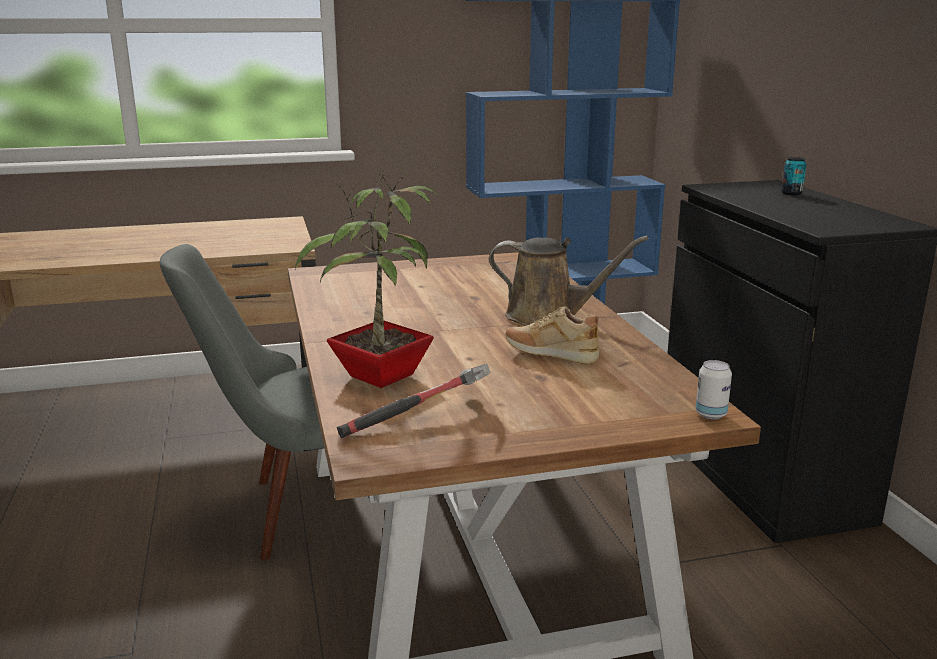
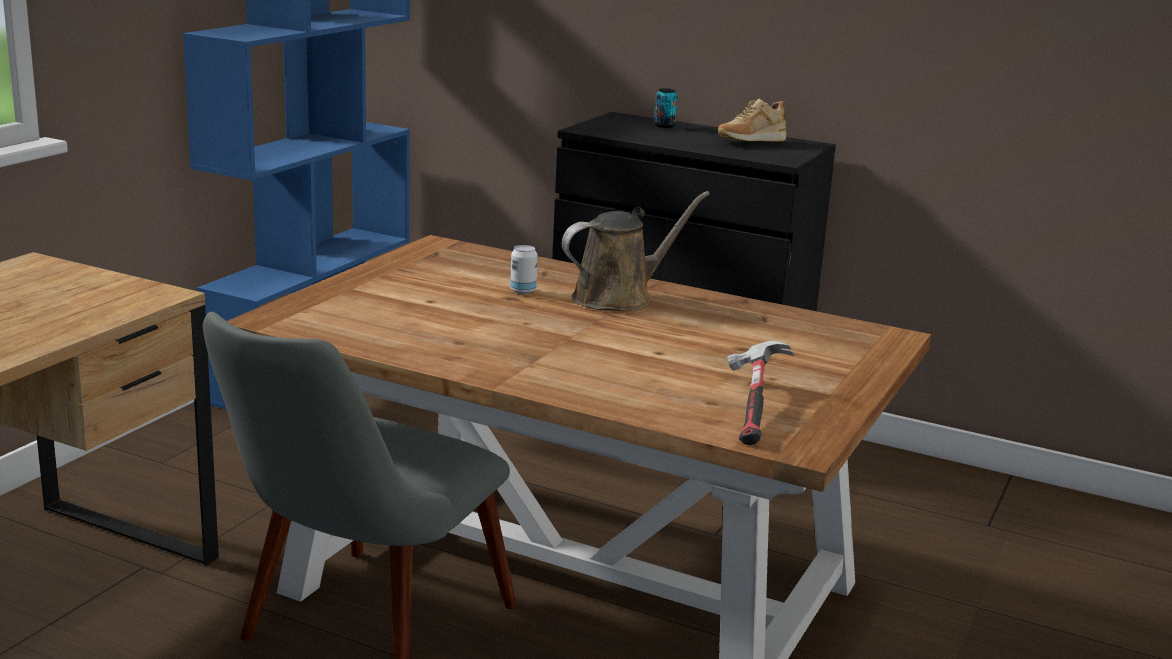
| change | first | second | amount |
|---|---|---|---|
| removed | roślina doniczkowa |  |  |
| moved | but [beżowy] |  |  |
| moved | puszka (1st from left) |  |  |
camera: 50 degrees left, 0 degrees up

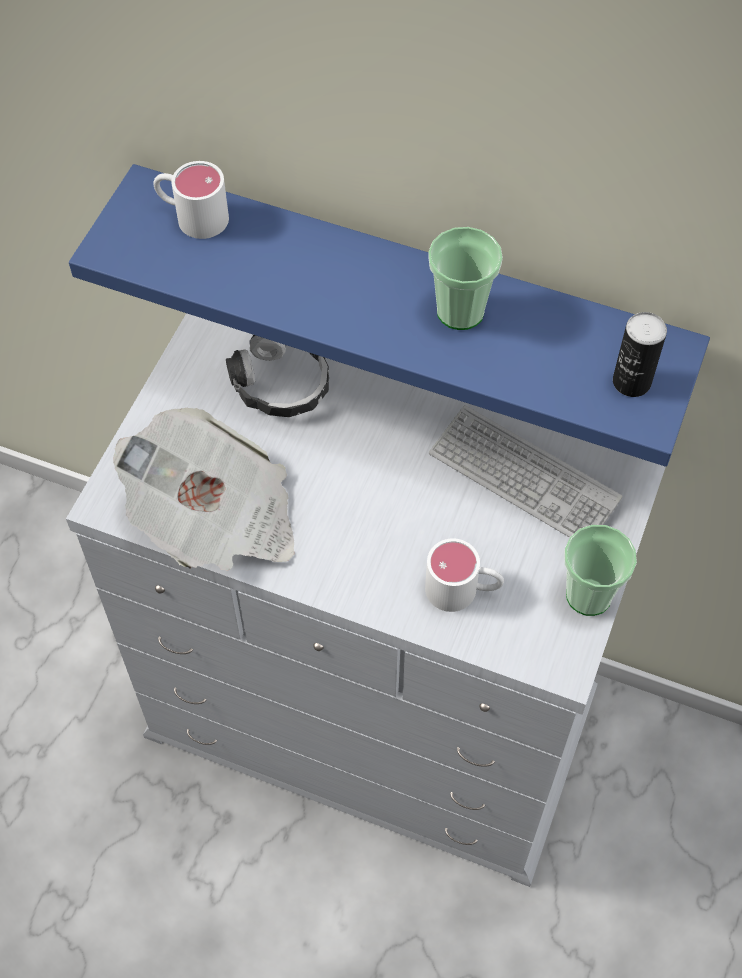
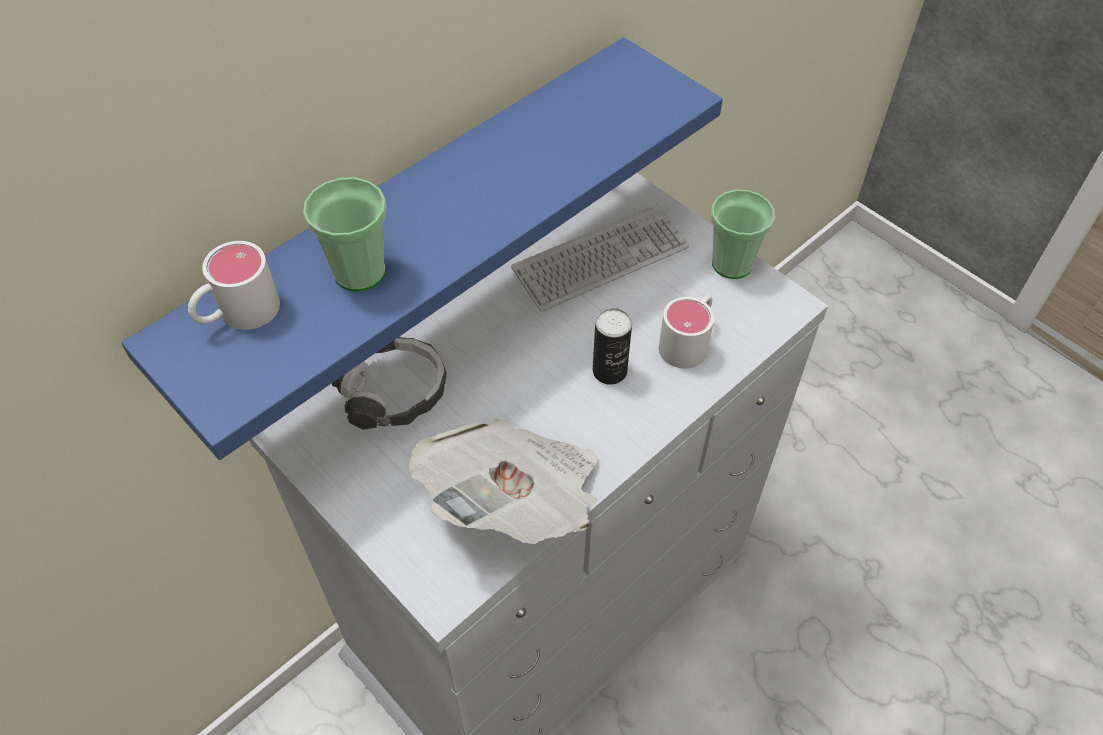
| change | first | second | amount |
|---|---|---|---|
| moved | filiżanka (1st from left) |  |  |
| moved | puszka |  |  |
camera: 65 degrees left, 5 degrees down

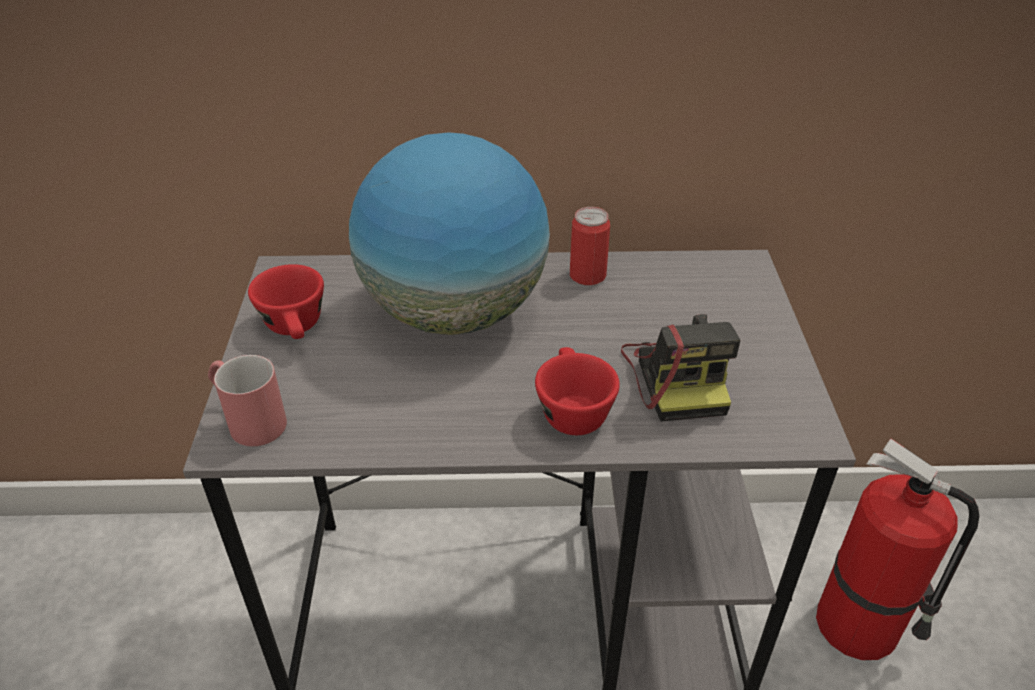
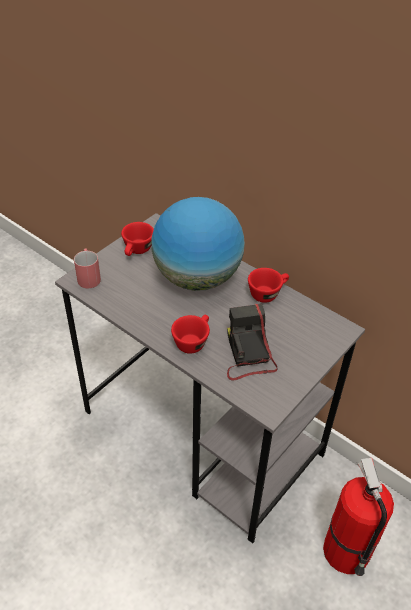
| change | first | second | amount |
|---|---|---|---|
| replaced | puszka | filiżanka [czerwony] (3rd from left) |  |
| turned | aparat fotograficzny |  | 135 degrees clockwise |
camera: 40 degrees right, 5 degrees up

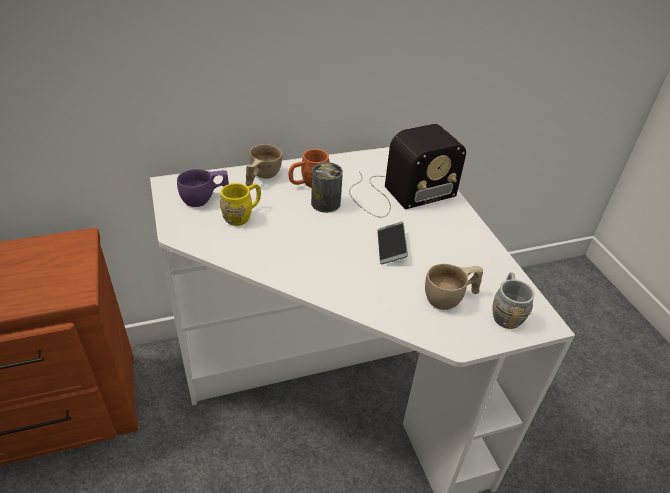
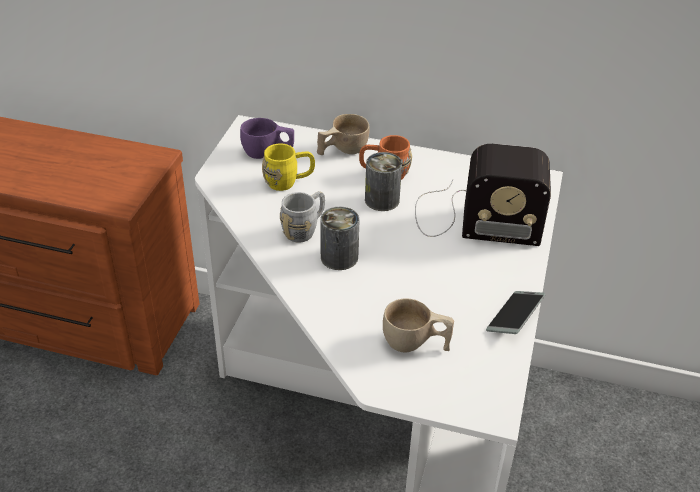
| change | first | second | amount |
|---|---|---|---|
| moved | telefon |  |  |
| moved | kubek [szary] |  |  |
| added |  | puszka (1st from left) |  |
camera: 35 degrees right, 0 degrees up

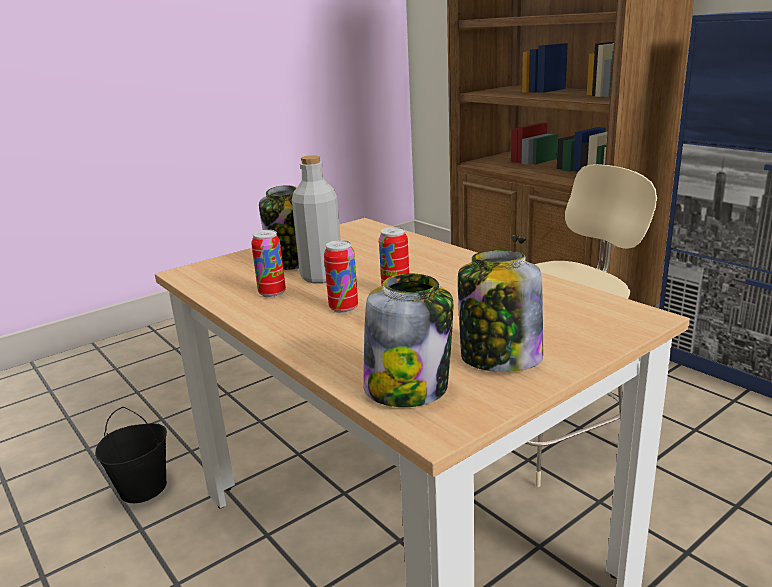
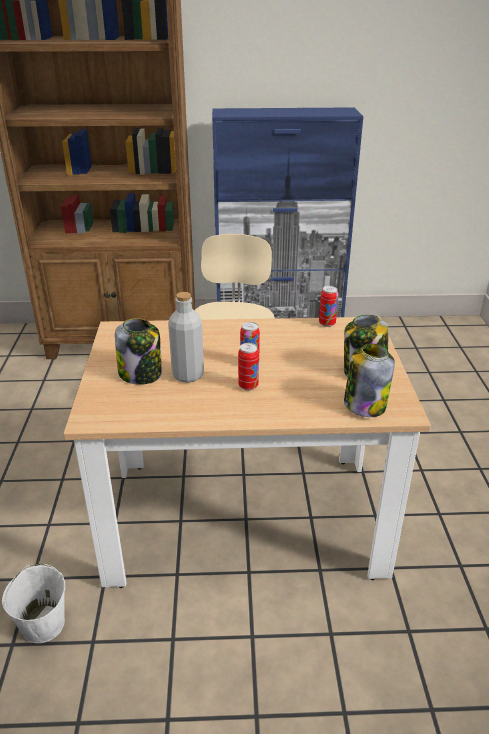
| change | first | second | amount |
|---|---|---|---|
| moved | puszka (1st from left in the first image) | puszka (3rd from left) |  |
| recoloured | wiadro [czarny] | wiadro [biały] |  |
camera: 55 degrees left, 10 degrees up

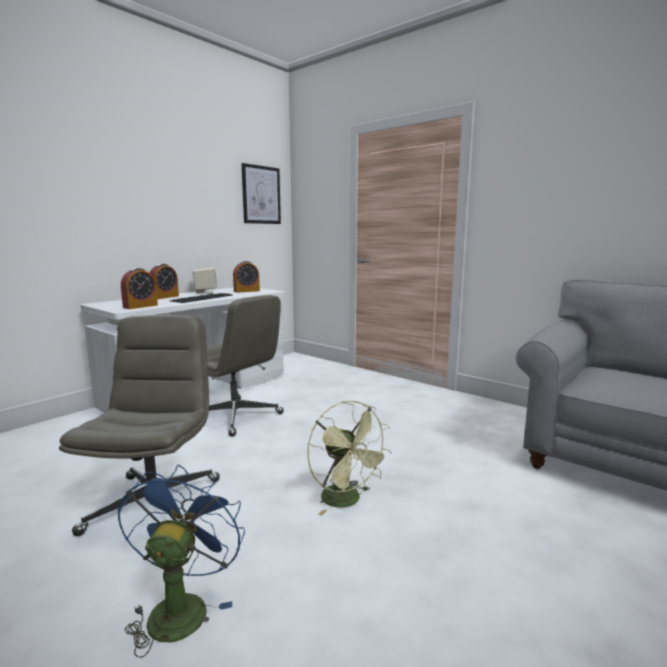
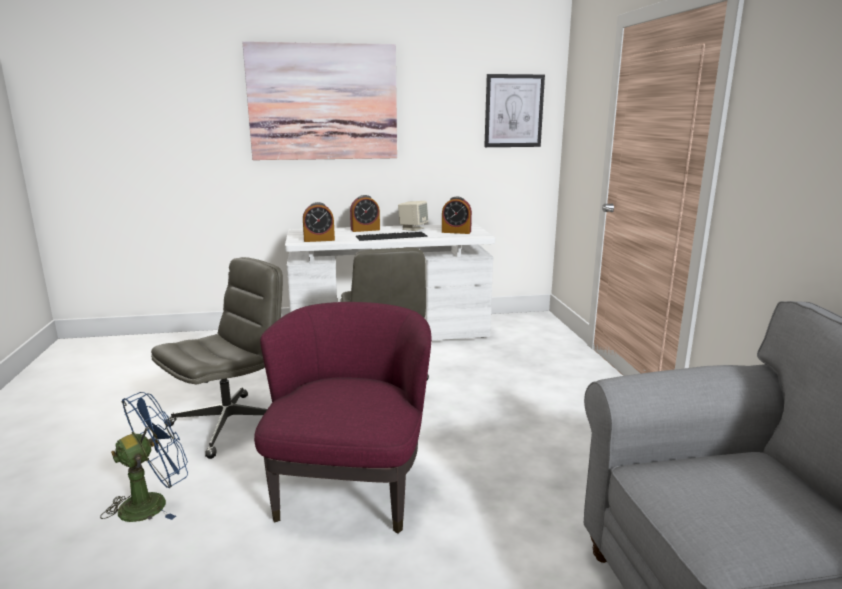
| change | first | second | amount |
|---|---|---|---|
| replaced | wentylator [zielony] | fotel [fioletowy] |  |
| added |  | obraz (1st from left) |  |
camera: 40 degrees right, 5 degrees up

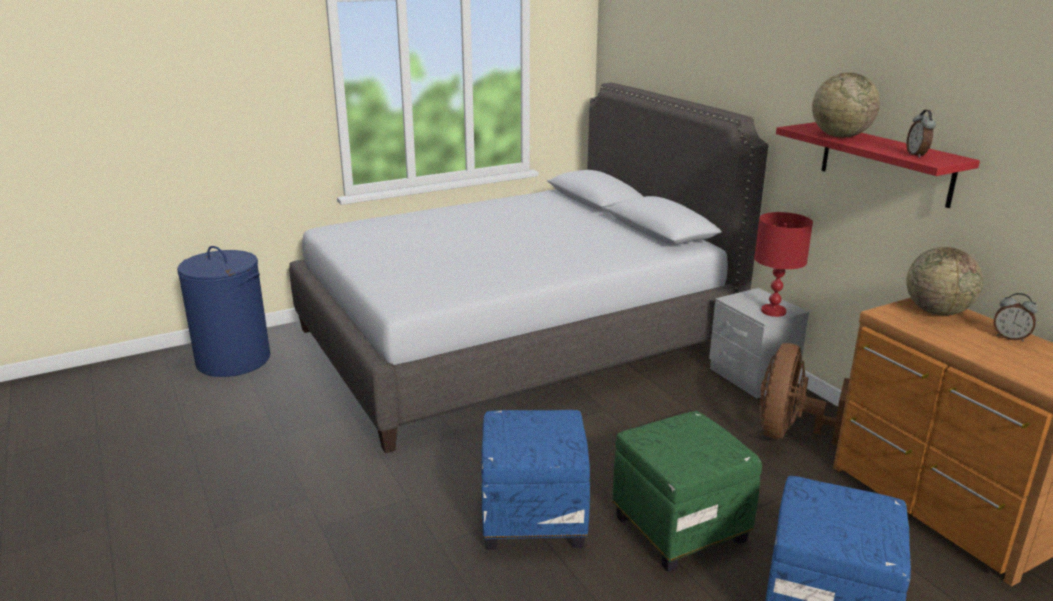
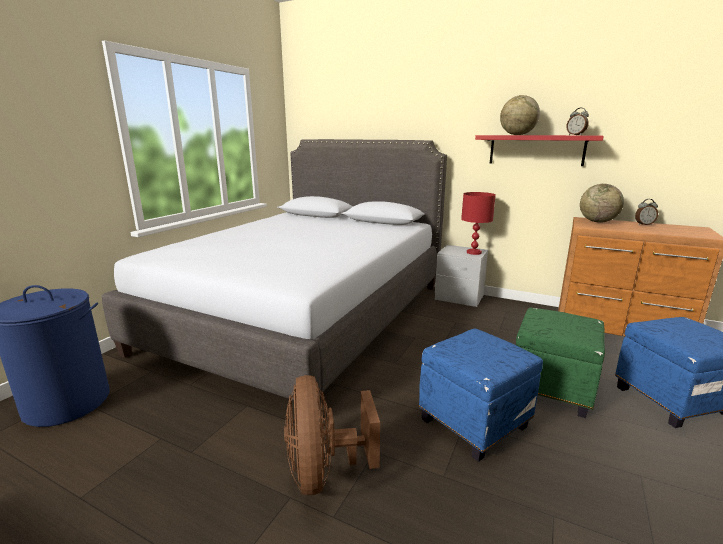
| change | first | second | amount |
|---|---|---|---|
| moved | wentylator [brązowy] |  |  |
camera: 35 degrees left, 5 degrees down

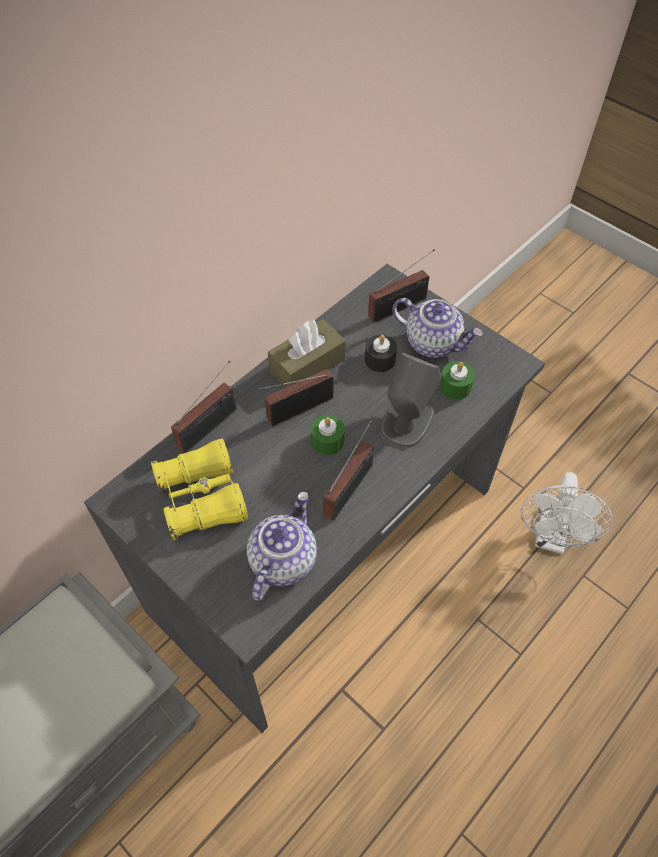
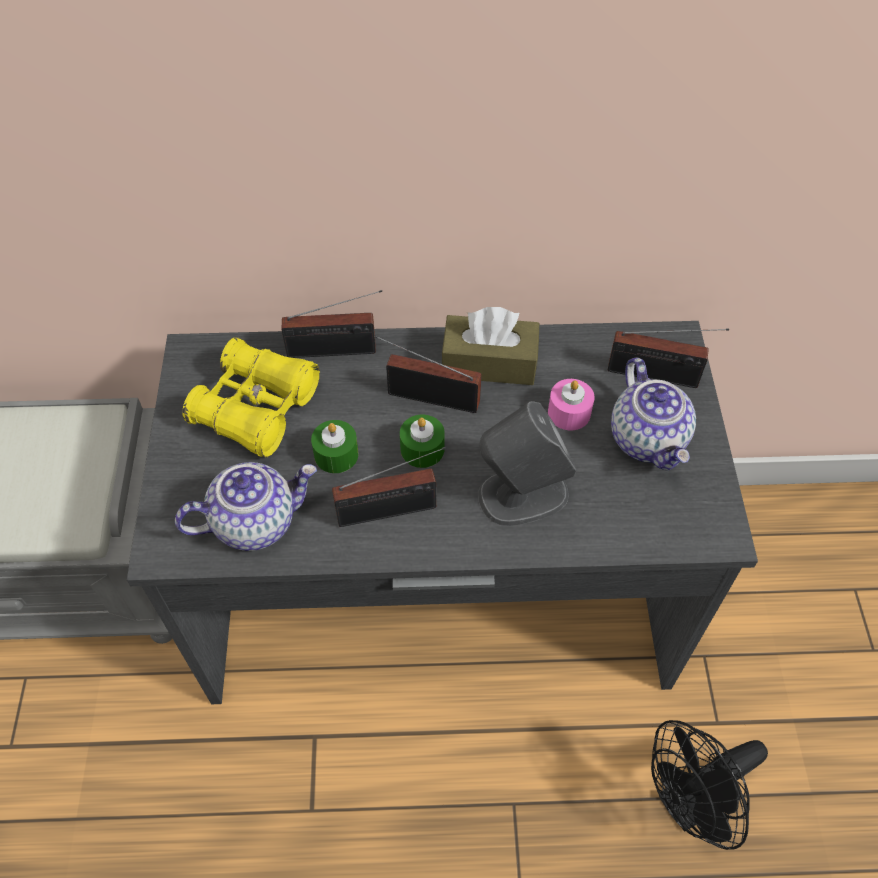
| change | first | second | amount |
|---|---|---|---|
| recoloured | świeca [czarny] | świeca [różowy] |  |
| moved | świeca [zielony] (2nd from left in the first image) | świeca [zielony] (1st from left) |  |
| recoloured | wentylator [biały] | wentylator [czarny] |  |
camera: 45 degrees right, 0 degrees up

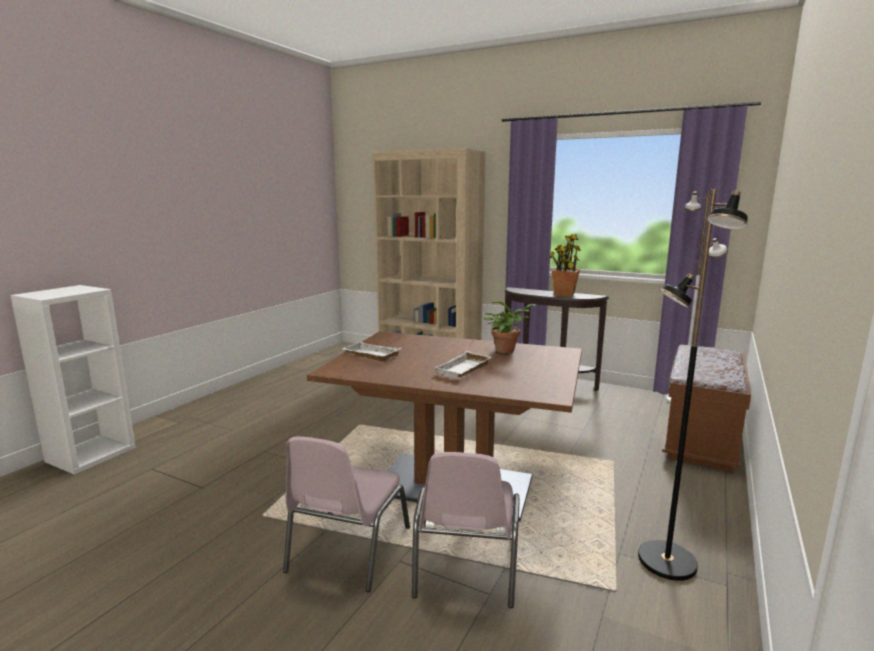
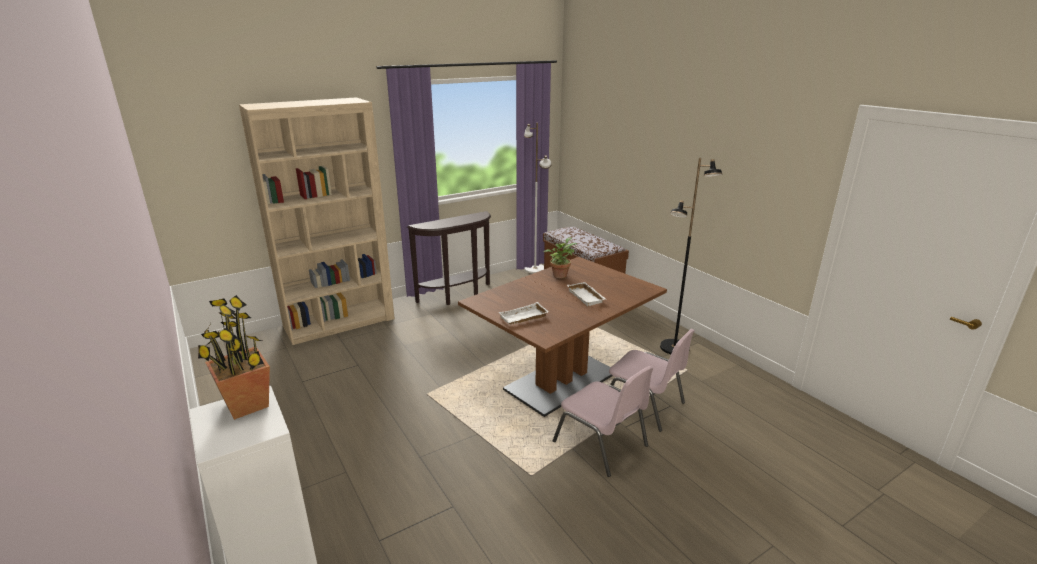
| change | first | second | amount |
|---|---|---|---|
| moved | roślina doniczkowa (2nd from left in the first image) | roślina doniczkowa (1st from left) |  |
camera: 60 degrees left, 10 degrees up

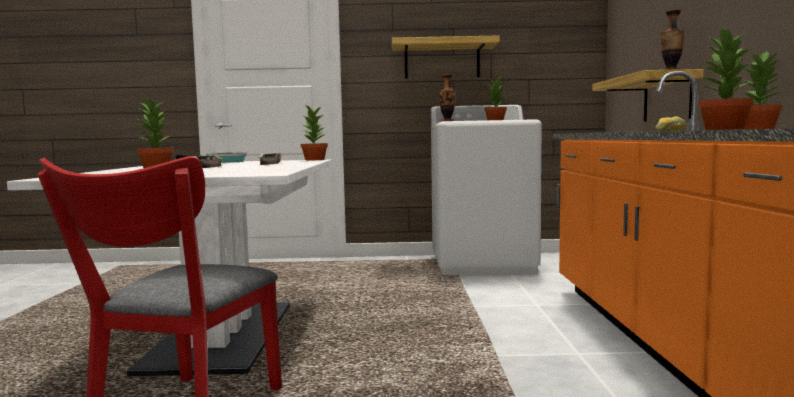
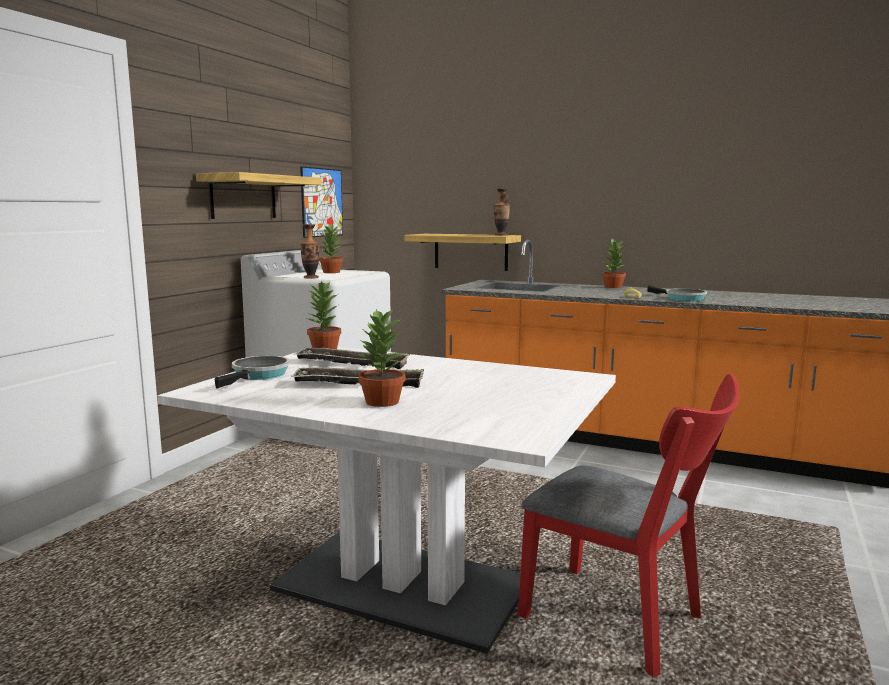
| change | first | second | amount |
|---|---|---|---|
| replaced | roślina doniczkowa (4th from left) | patelnia (2nd from left) |  |
| added |  | obraz |  |
camera: 65 degrees left, 5 degrees up

